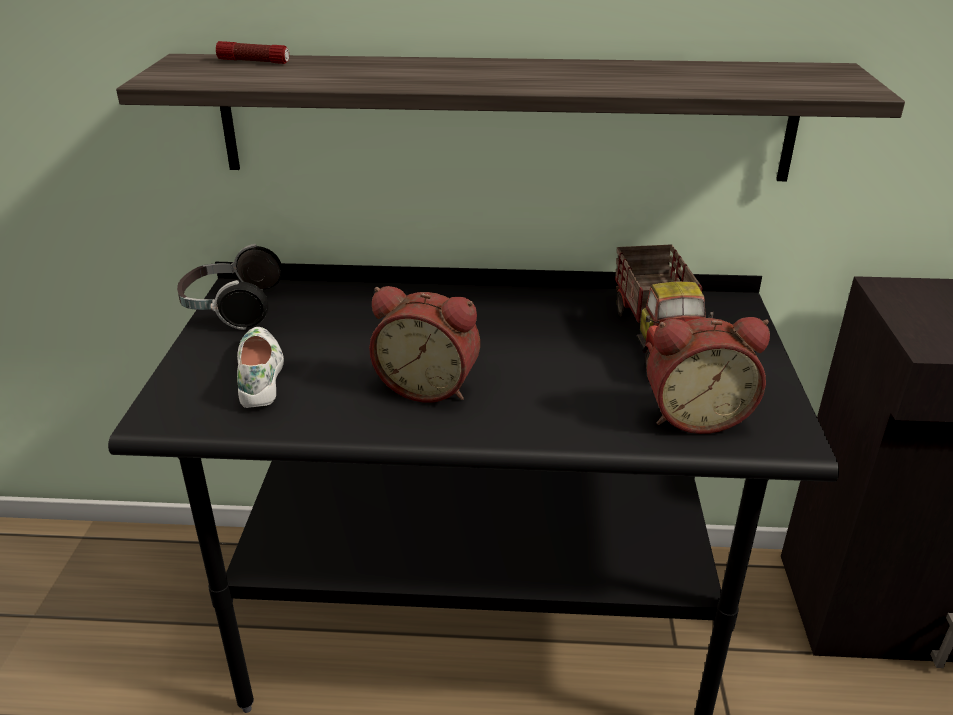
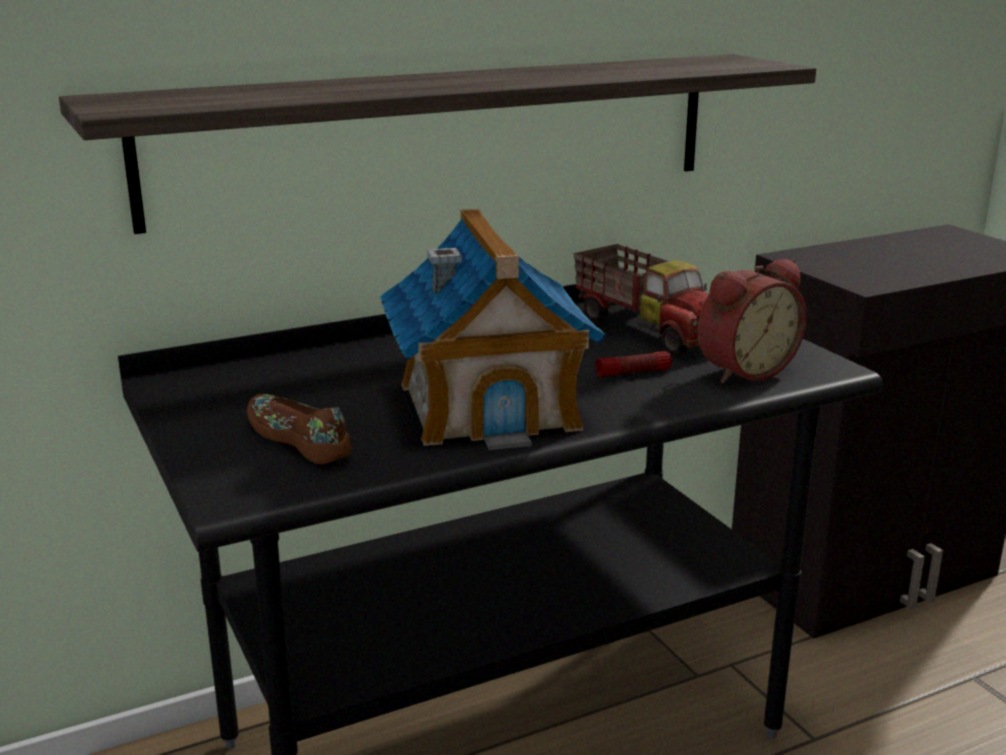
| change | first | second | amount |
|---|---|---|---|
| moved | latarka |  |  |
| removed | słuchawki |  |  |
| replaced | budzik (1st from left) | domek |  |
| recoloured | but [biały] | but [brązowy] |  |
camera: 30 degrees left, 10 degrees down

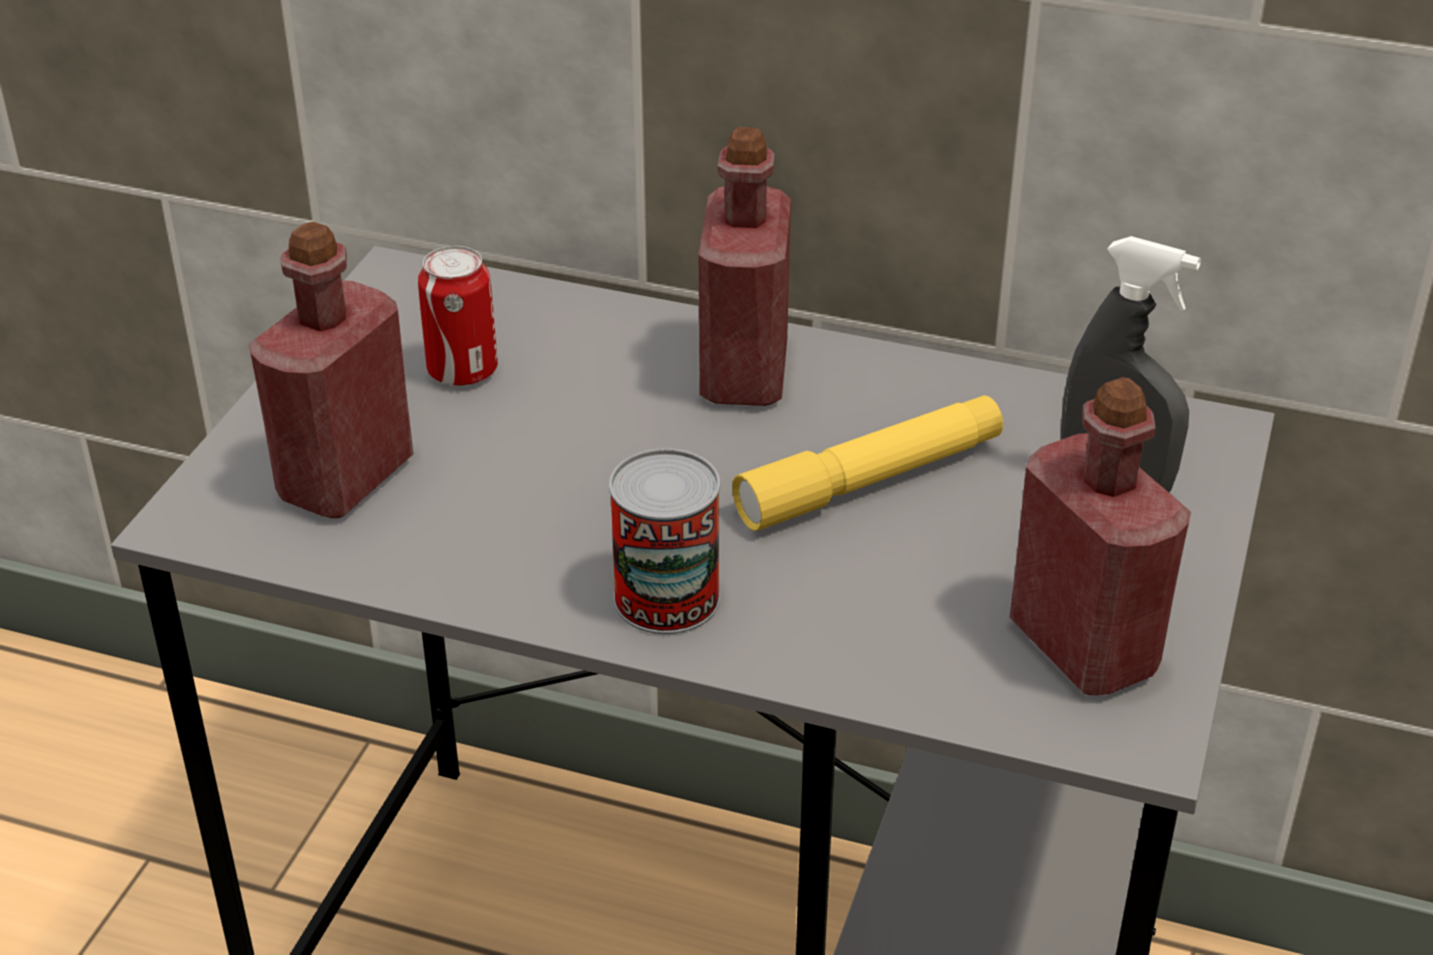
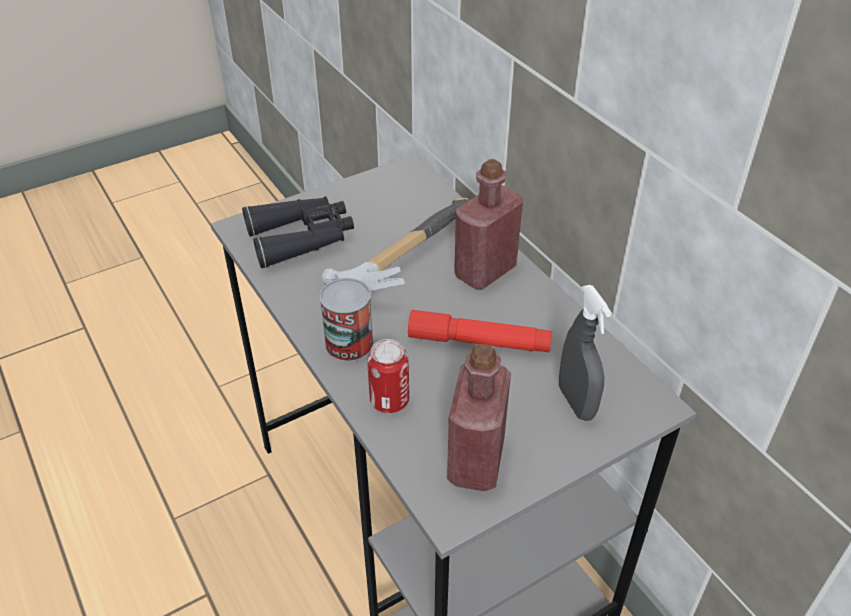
| change | first | second | amount |
|---|---|---|---|
| replaced | butelka [czerwony] (1st from left) | lornetka [czarny] |  |
| moved | puszka (1st from left in the first image) | puszka (2nd from left) |  |
| recoloured | latarka [żółty] | latarka [czerwony] |  |
| added |  | młotek |  |
camera: 40 degrees right, 5 degrees up

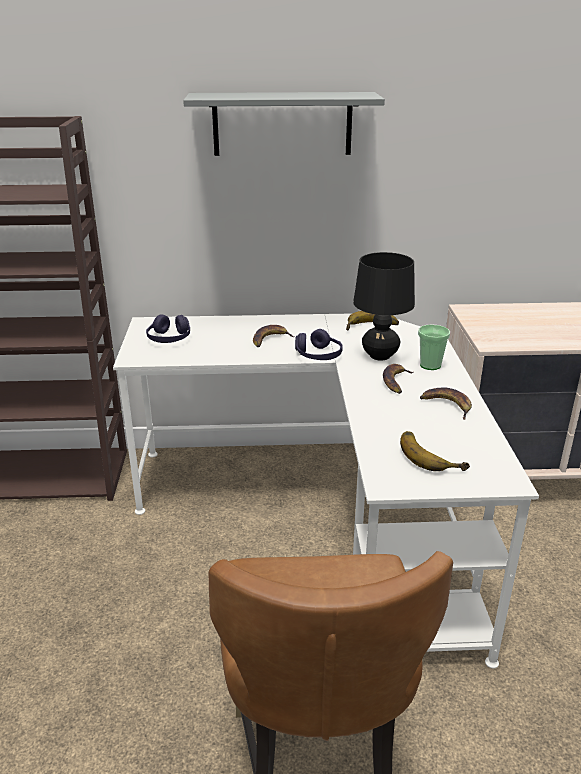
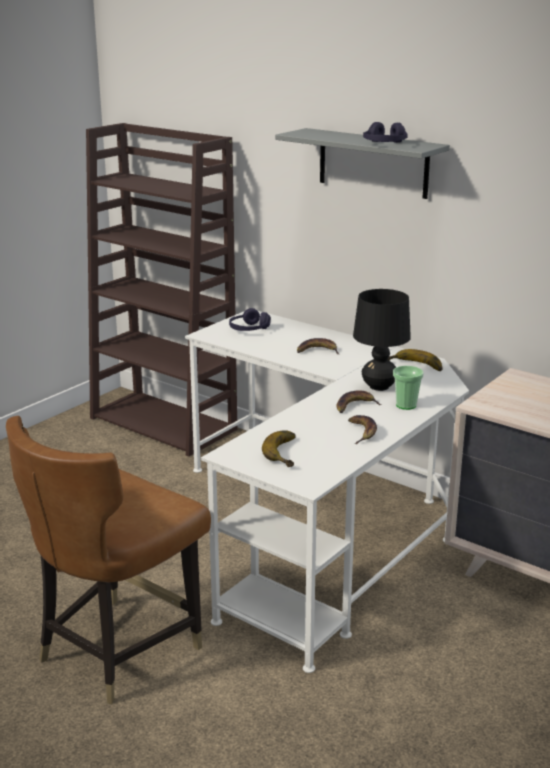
| change | first | second | amount |
|---|---|---|---|
| moved | słuchawki [fioletowy] (2nd from left) |  |  |
camera: 40 degrees right, 5 degrees down

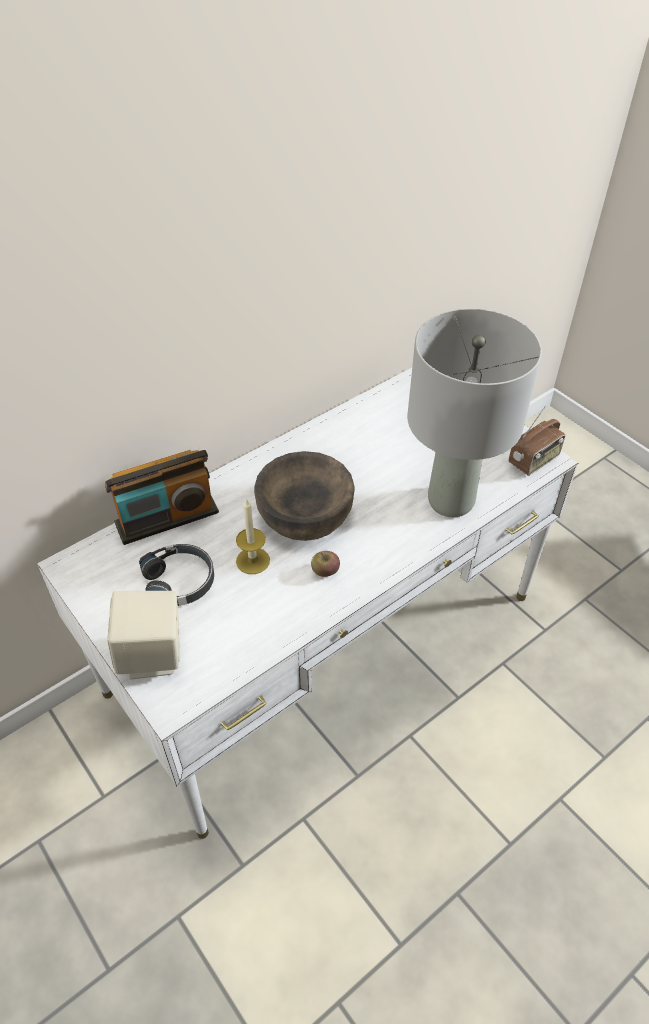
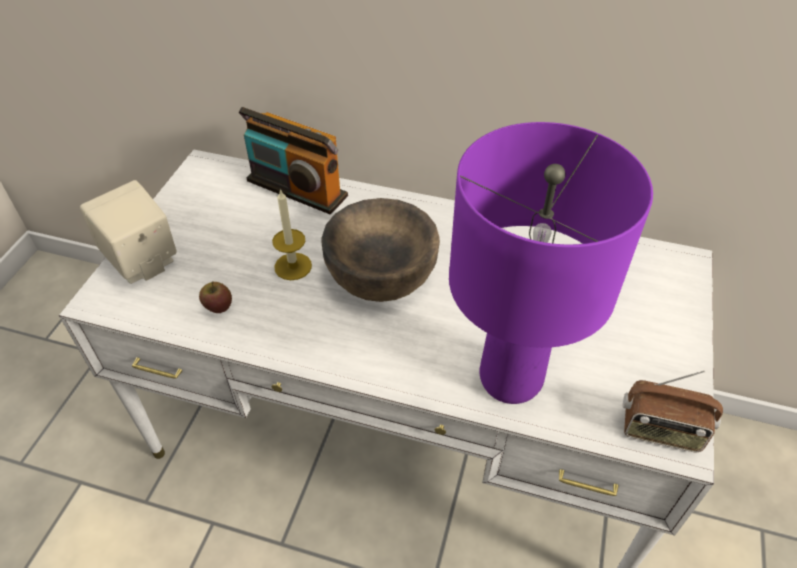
| change | first | second | amount |
|---|---|---|---|
| recoloured | lampa stołowa [szary] | lampa stołowa [fioletowy] |  |
| removed | słuchawki [czarny] |  |  |
| moved | jabłko |  |  |
camera: 55 degrees right, 0 degrees up

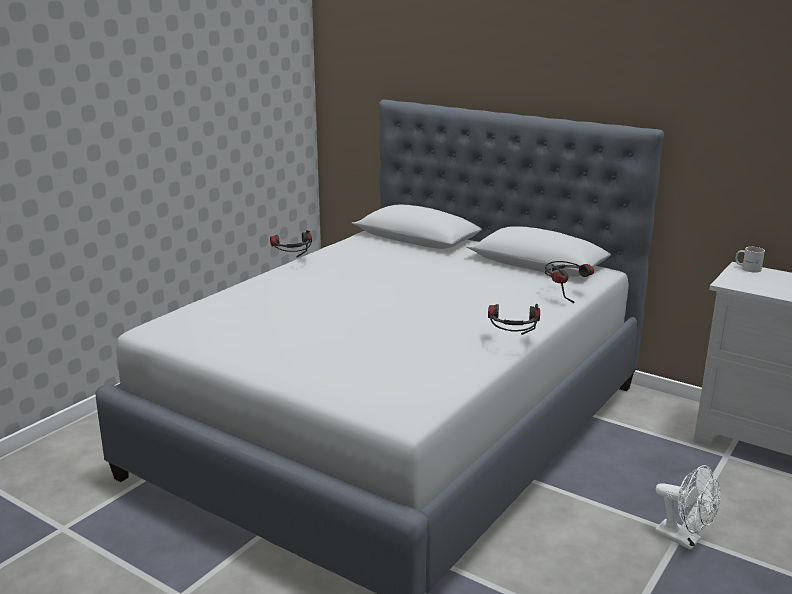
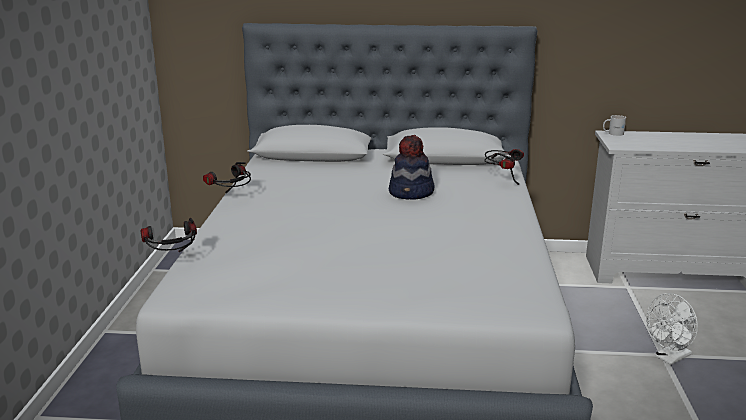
| change | first | second | amount |
|---|---|---|---|
| moved | słuchawki (2nd from left in the first image) | słuchawki (1st from left) |  |
| turned | wentylator [biały] |  | 135 degrees clockwise |
| added |  | kapelusz |  |
camera: 30 degrees left, 0 degrees up

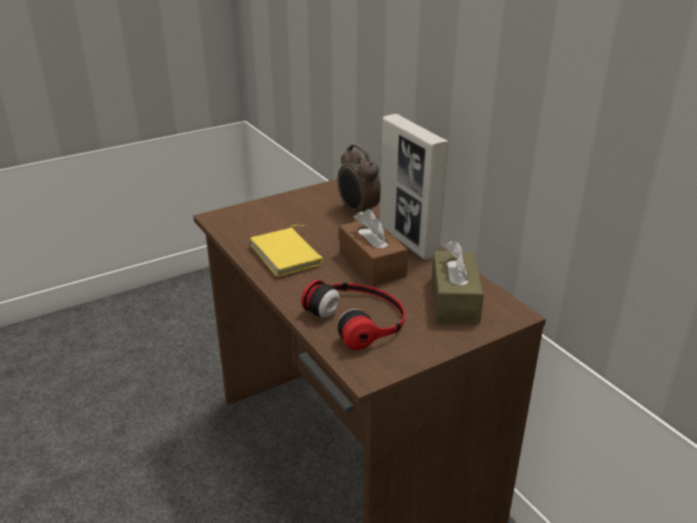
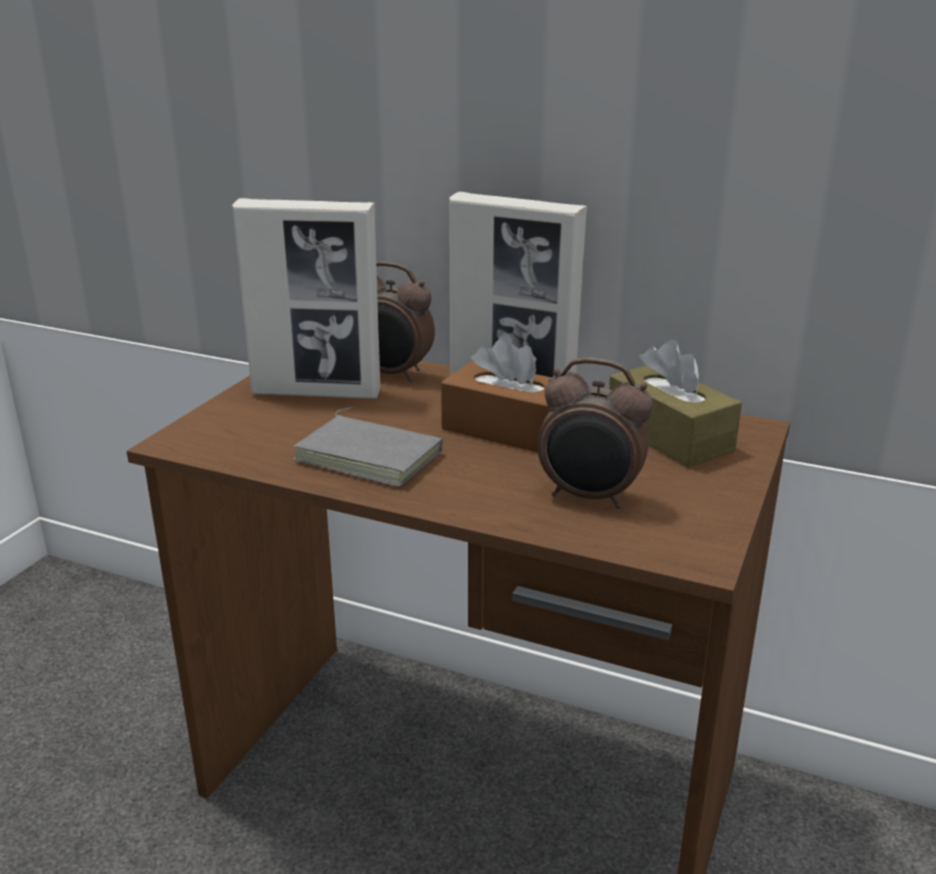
| change | first | second | amount |
|---|---|---|---|
| recoloured | książka [żółty] | książka [szary] |  |
| replaced | słuchawki | budzik (2nd from left) |  |
| added |  | ramka na zdjęcie (1st from left) |  |
camera: 35 degrees left, 5 degrees down

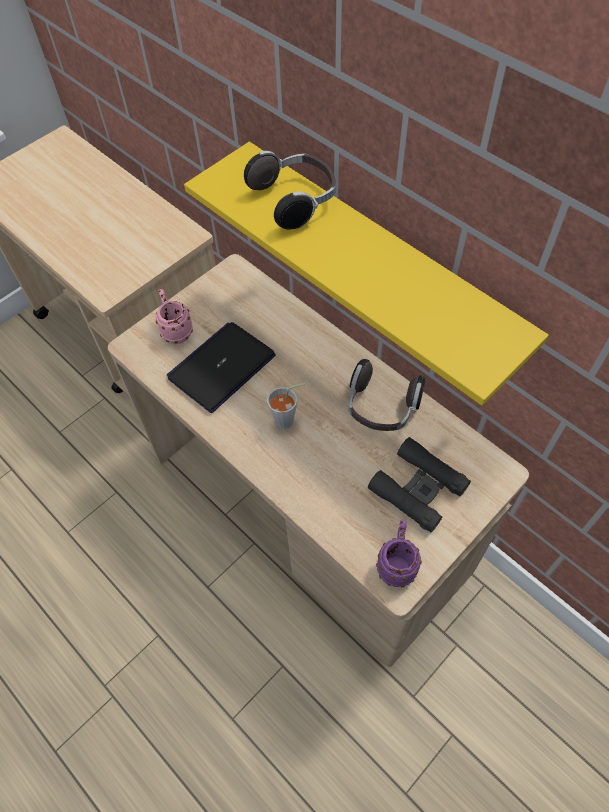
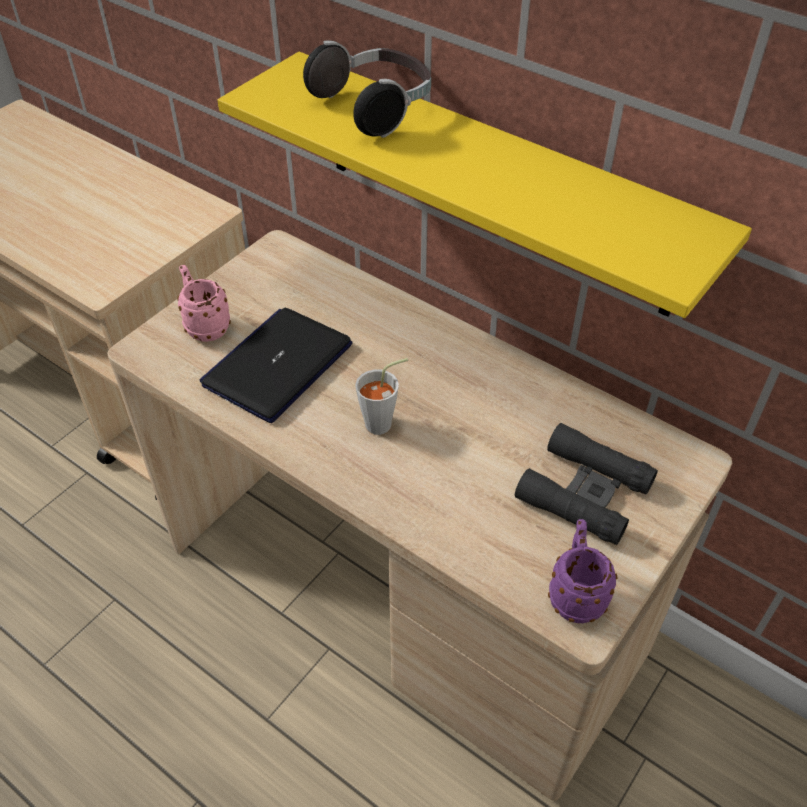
| change | first | second | amount |
|---|---|---|---|
| removed | słuchawki (2nd from left) |  |  |
camera: 10 degrees left, 10 degrees down

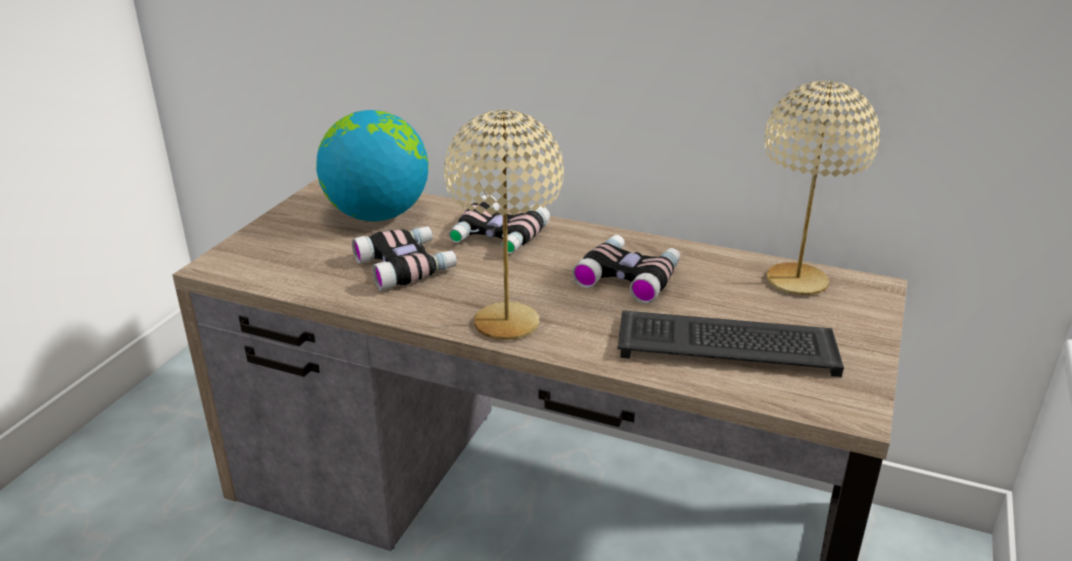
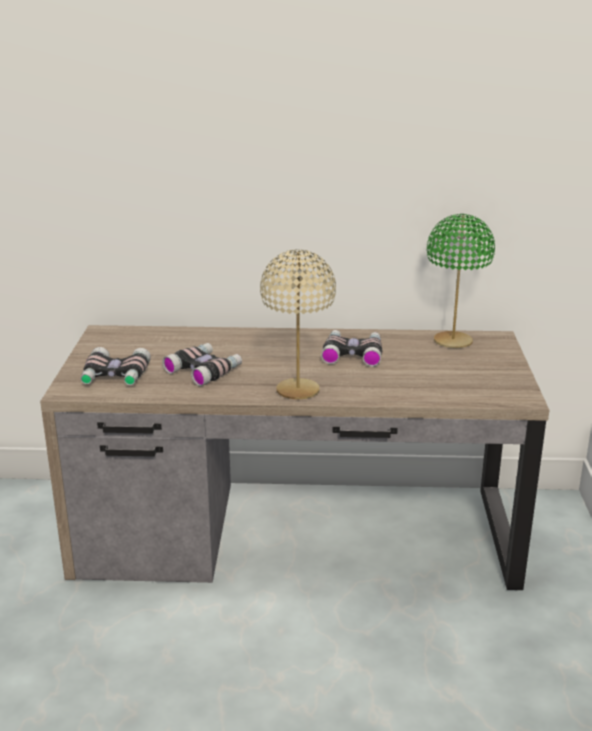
| change | first | second | amount |
|---|---|---|---|
| recoloured | lampa stołowa [beżowy] (2nd from left) | lampa stołowa [zielony] |  |
| removed | globus |  |  |
| moved | lornetka (2nd from left in the first image) | lornetka (1st from left) |  |
| removed | klawiatura |  |  |
camera: 20 degrees left, 5 degrees down

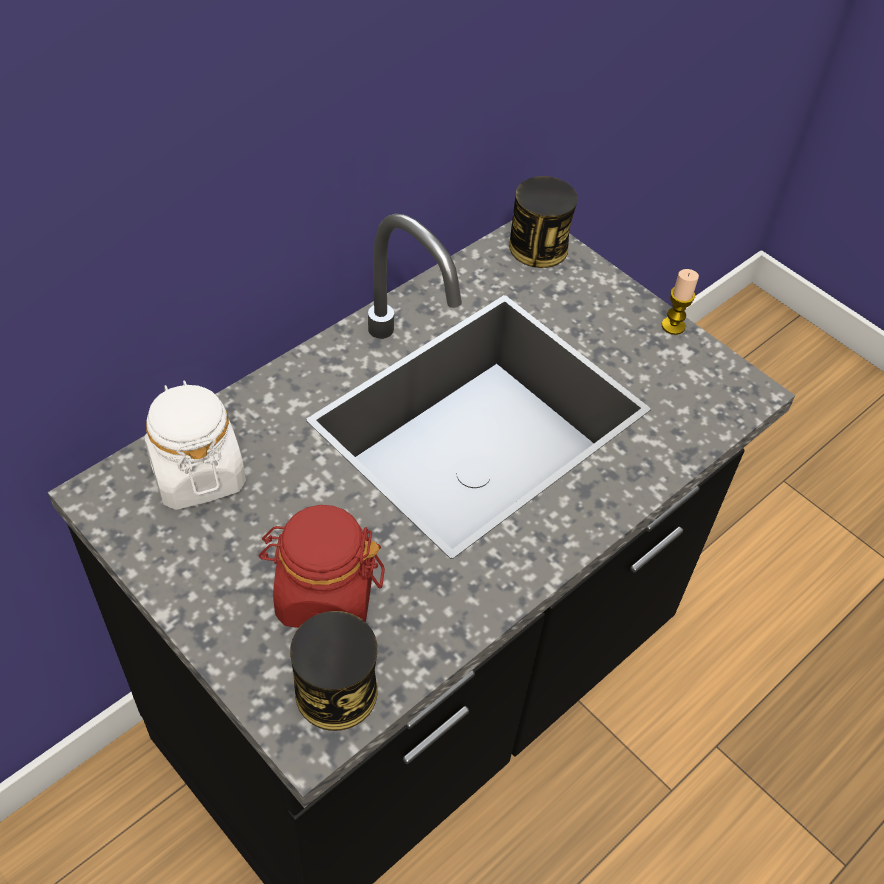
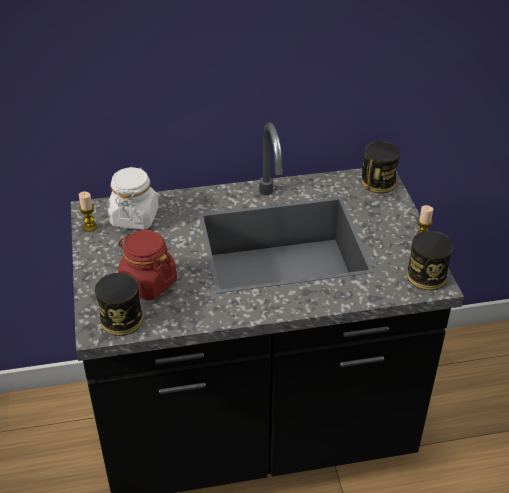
| change | first | second | amount |
|---|---|---|---|
| added |  | świeca (1st from left) |  |
| added |  | puszka (3rd from left) |  |
camera: 35 degrees right, 10 degrees down

